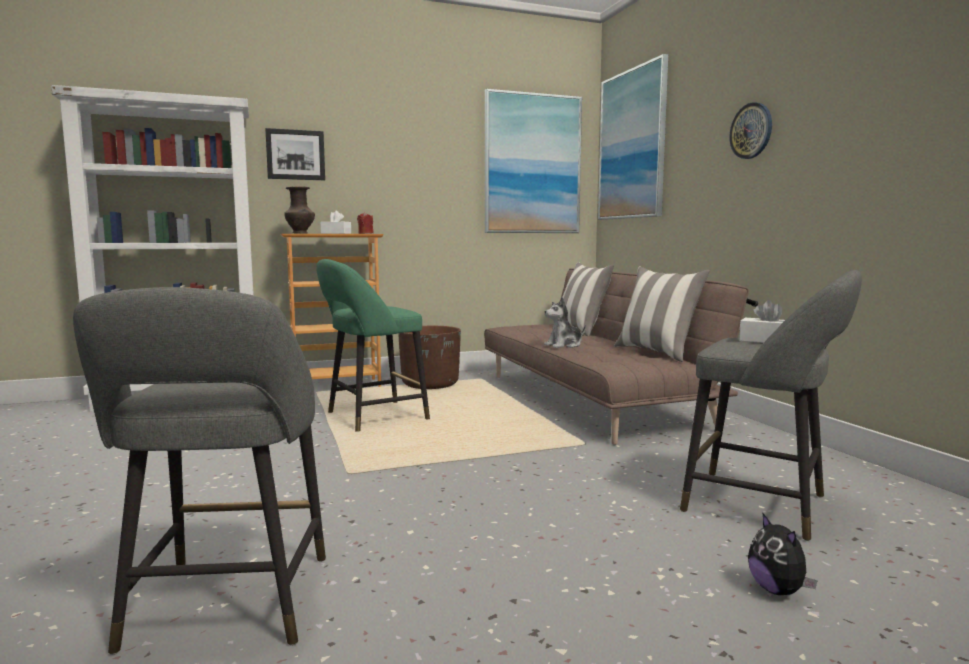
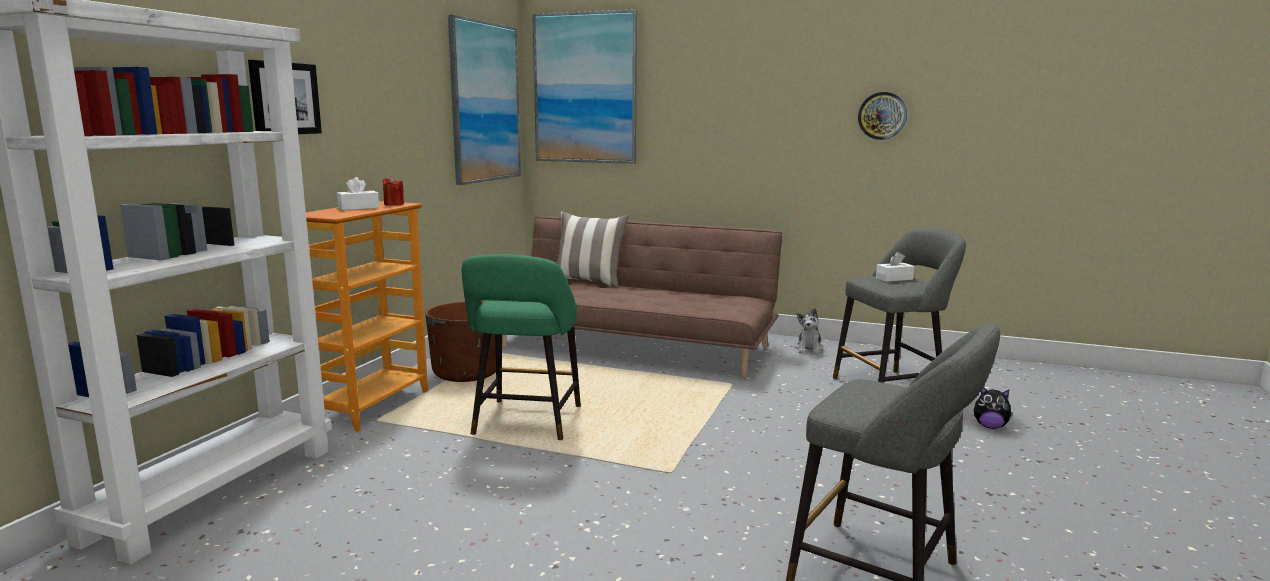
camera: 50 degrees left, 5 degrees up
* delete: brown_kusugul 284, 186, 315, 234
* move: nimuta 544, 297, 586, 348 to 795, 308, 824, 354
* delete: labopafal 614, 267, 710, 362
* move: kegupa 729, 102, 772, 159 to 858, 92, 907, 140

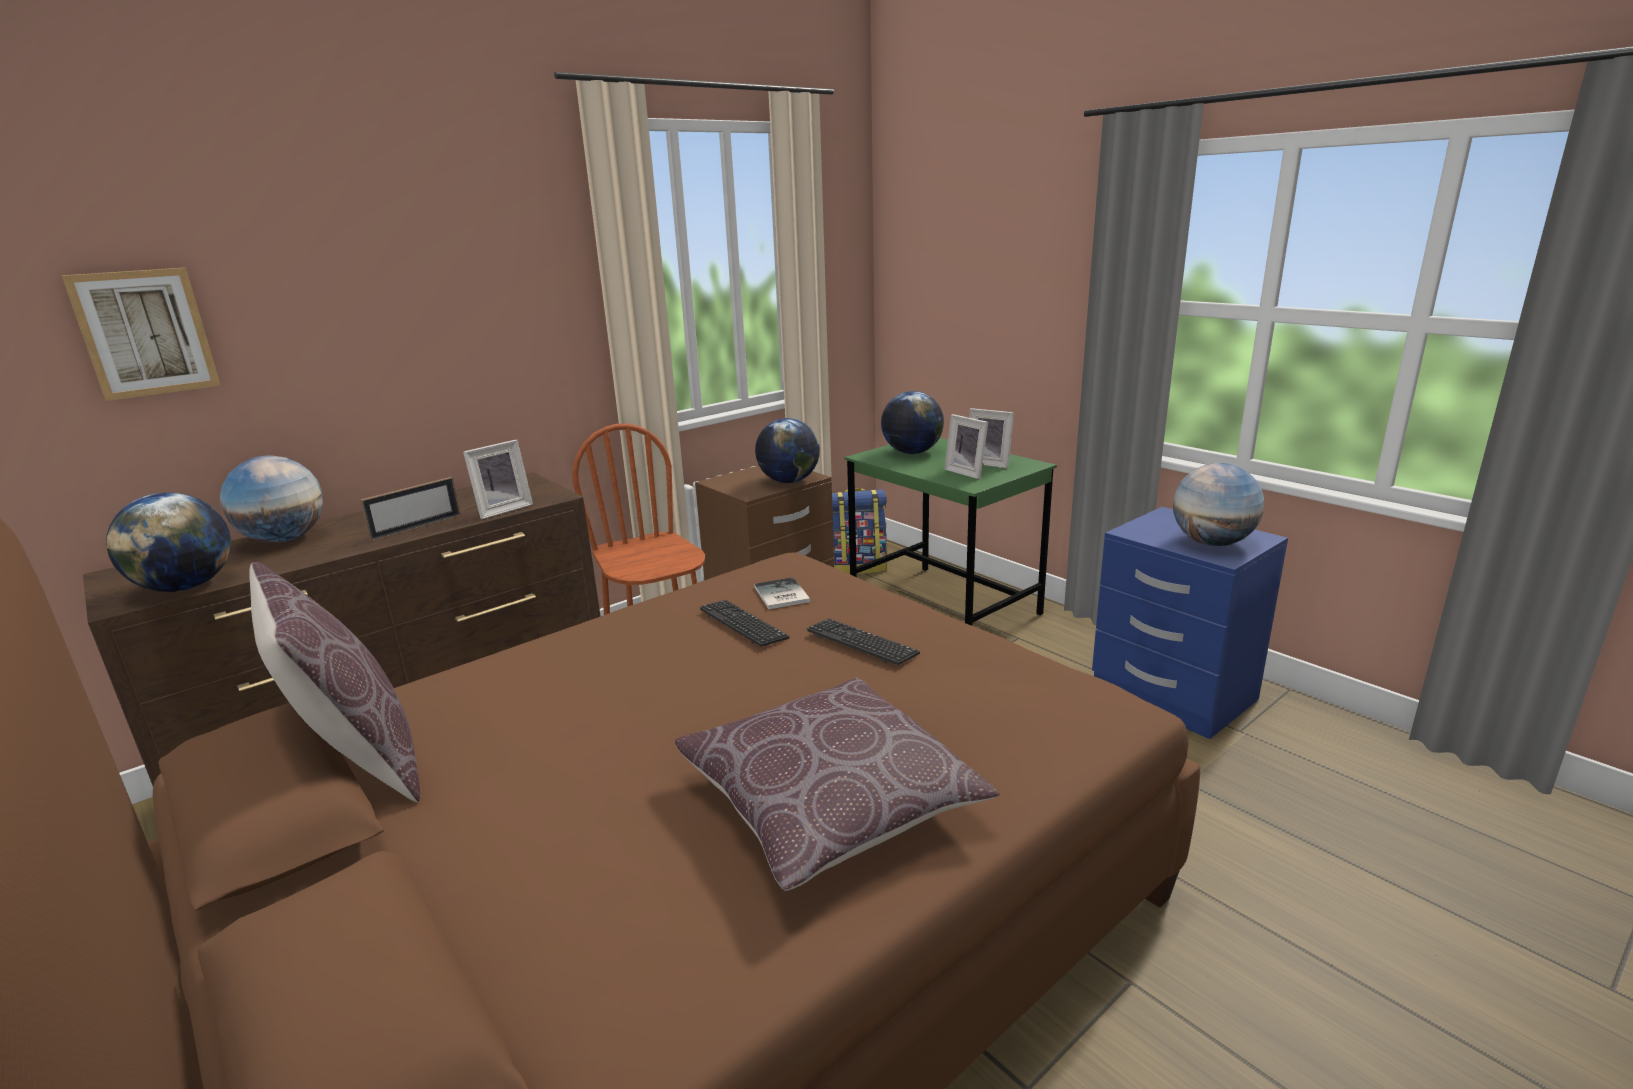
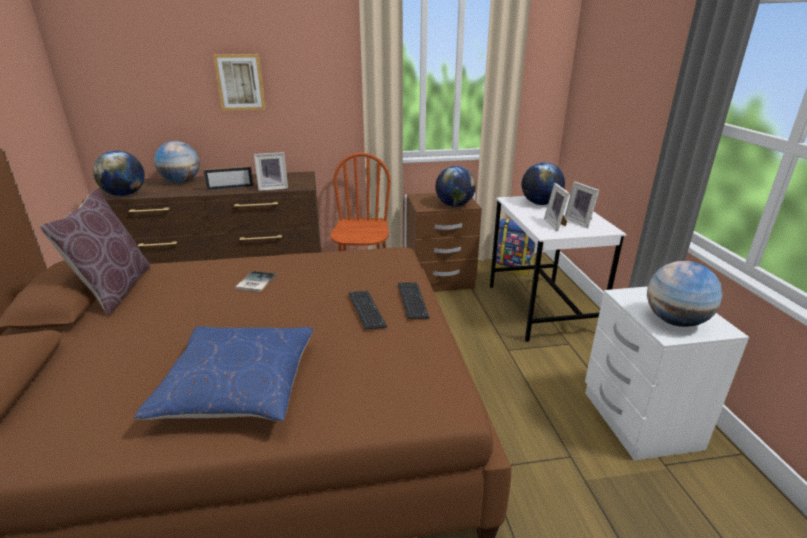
camera: 30 degrees right, 5 degrees up
* move: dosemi 62, 268, 221, 401 to 213, 54, 266, 111
* recolor: brown_labopafal 675, 678, 1000, 891 to blue_labopafal 134, 326, 313, 422
* move: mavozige 700, 600, 789, 647 to 398, 282, 430, 319
* move: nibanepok 754, 577, 810, 609 to 236, 271, 276, 292
* recolor: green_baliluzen 844, 438, 1057, 626 to white_baliluzen 490, 195, 627, 342
* recolor: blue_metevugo 1092, 507, 1288, 739 to white_metevugo 585, 286, 749, 460

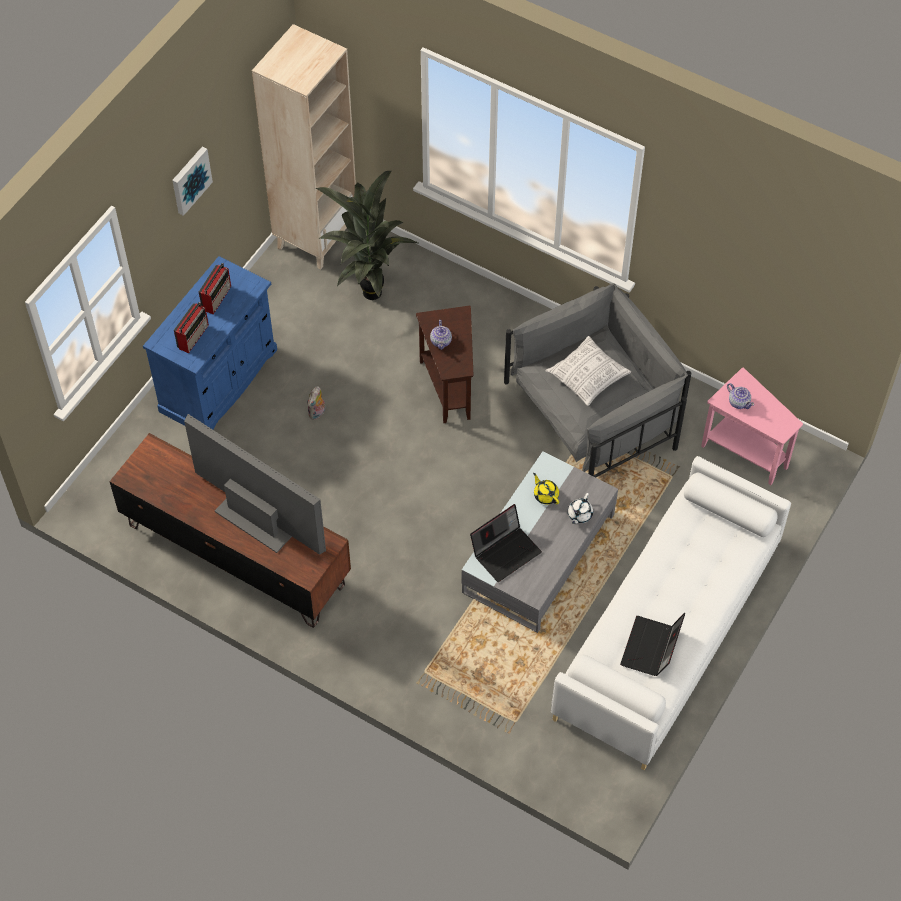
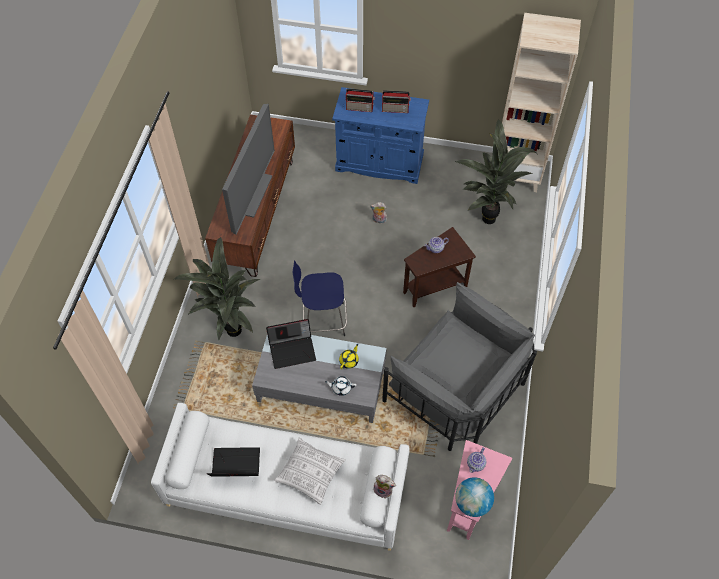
camera: 70 degrees right, 0 degrees up
* delete: dosemi 172, 147, 213, 216
* rotate: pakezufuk 470, 504, 542, 582 = 266, 319, 316, 369 45 degrees counterclockwise
* move: labopafal 545, 336, 631, 406 to 274, 437, 346, 505
* insert: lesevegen 174, 237, 260, 340
* insert: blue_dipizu 293, 260, 347, 336
* insert: nimuta 373, 475, 396, 498
* insert: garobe 455, 477, 494, 517

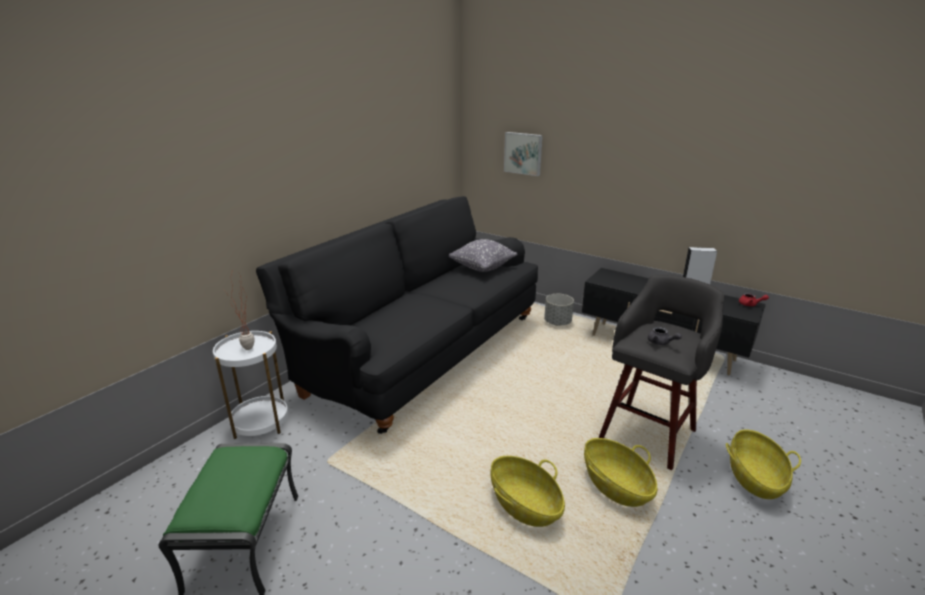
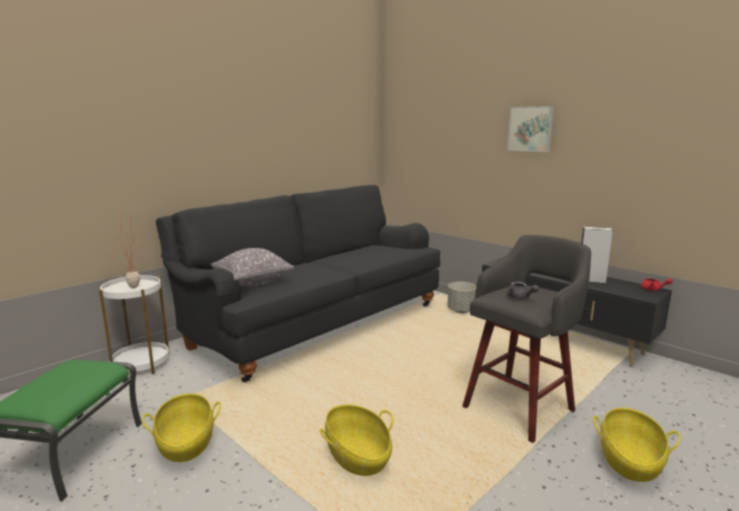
camera: 10 degrees right, 10 degrees down
* move: grey_labopafal 449, 239, 518, 272 to 211, 248, 294, 286
* move: dosemi 504, 132, 543, 176 to 507, 106, 554, 152
* move: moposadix 584, 438, 657, 507 to 142, 393, 221, 462

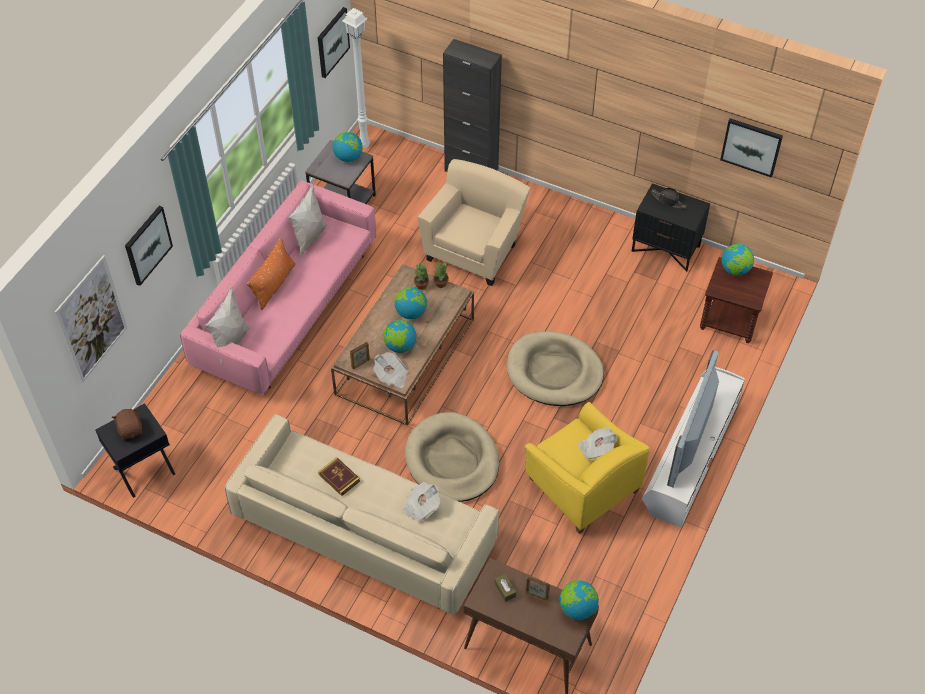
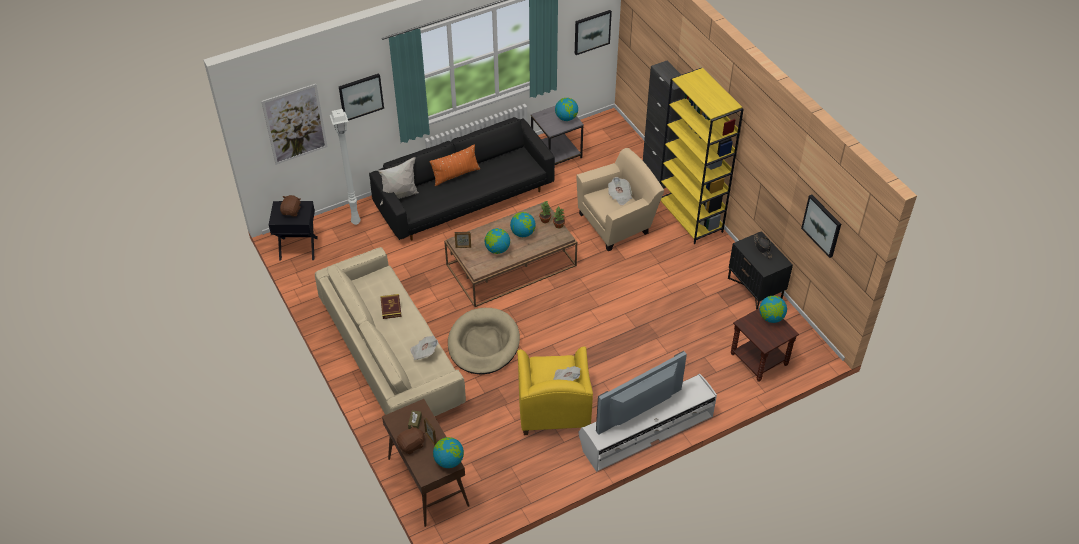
camera: 35 degrees right, 5 degrees down
* recolor: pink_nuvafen 180, 181, 376, 395 to black_nuvafen 369, 117, 555, 241
* delete: white_labopafal 287, 185, 328, 258
* move: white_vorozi 342, 8, 370, 148 to 330, 109, 361, 225
* move: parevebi 373, 352, 408, 388 to 608, 177, 632, 206
* delete: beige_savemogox 507, 331, 604, 406
* insert: brown_nimuta 397, 425, 425, 454
* insert: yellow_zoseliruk 660, 68, 744, 244

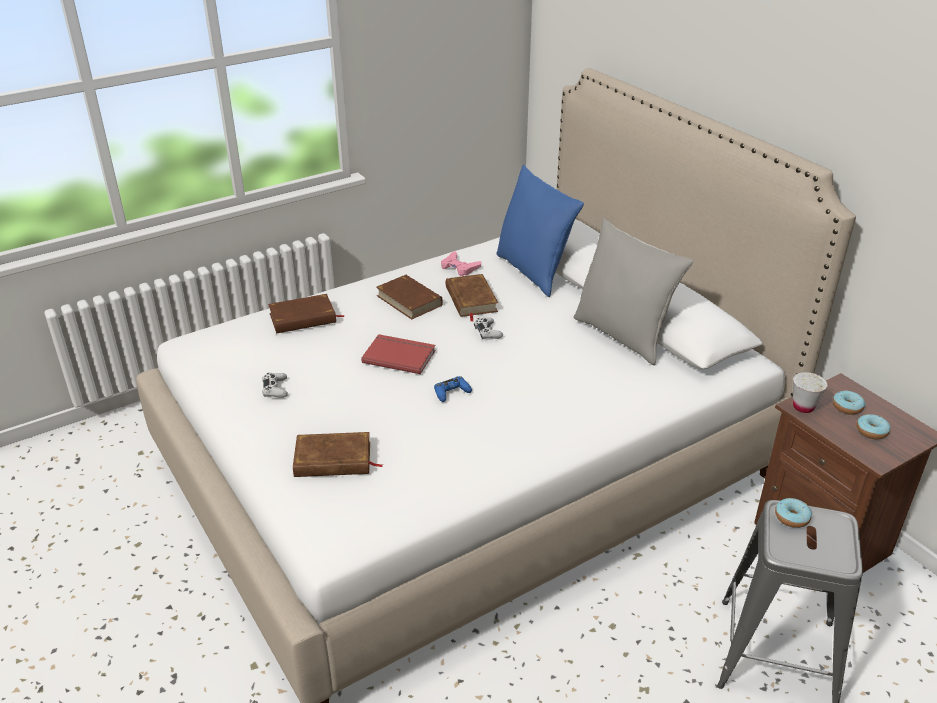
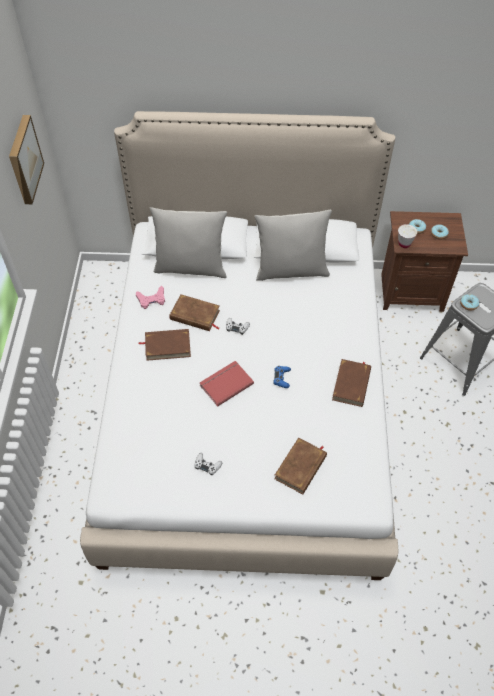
camera: 55 degrees left, 20 degrees up
* move: brown_nibanepok 268, 294, 345, 334 to 332, 359, 371, 407
* recolor: blue_labopafal 496, 164, 584, 297 to grey_labopafal 150, 207, 227, 278
* insert: dosemi 9, 115, 44, 204

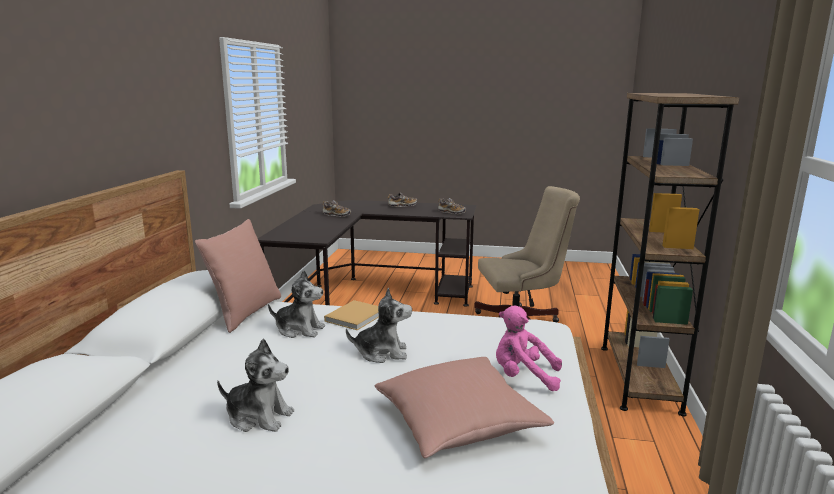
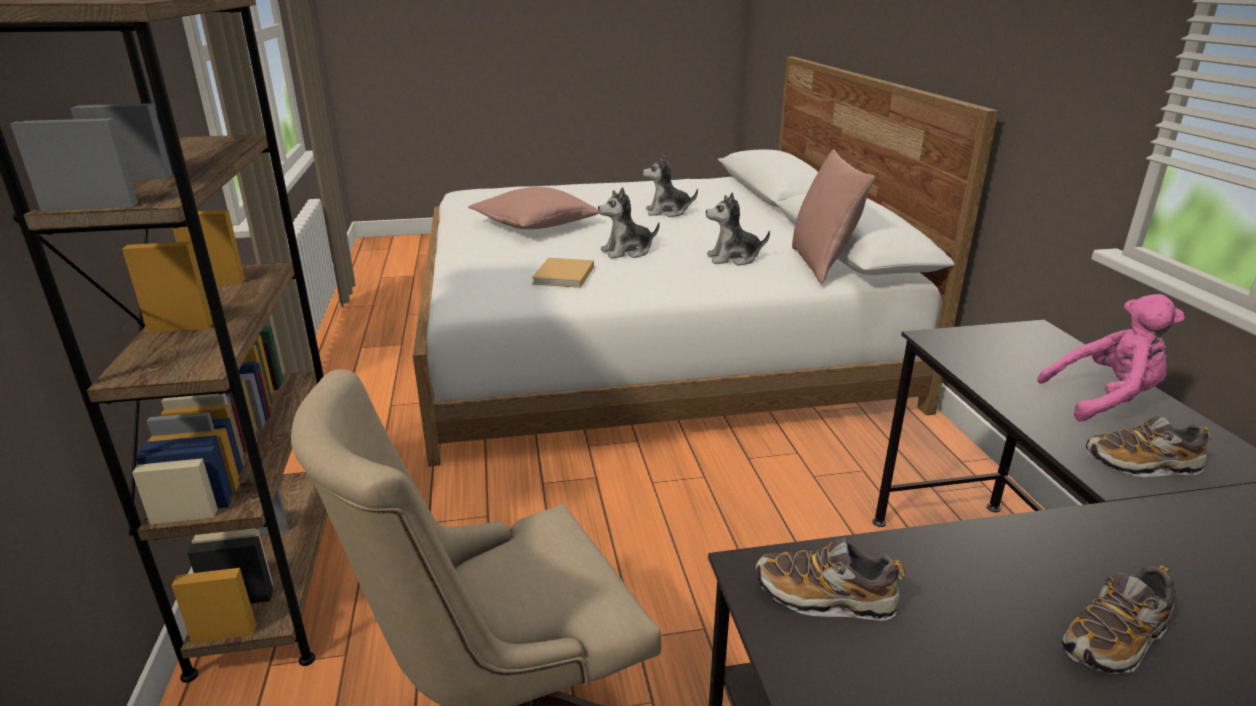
camera: 160 degrees right, 10 degrees up
* move: beige_nibanepok 324, 300, 379, 330 to 532, 258, 594, 288
* move: pink_nimuta 496, 306, 562, 391 to 1037, 294, 1185, 421

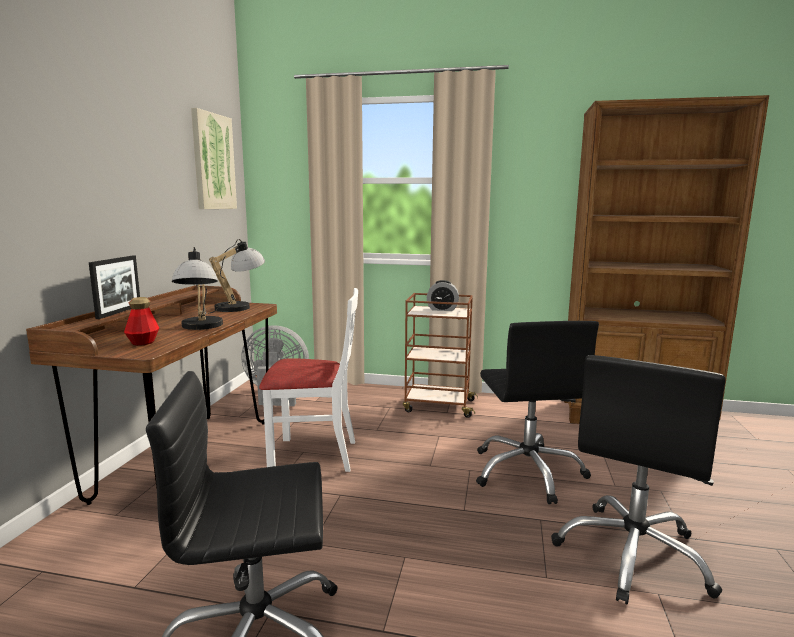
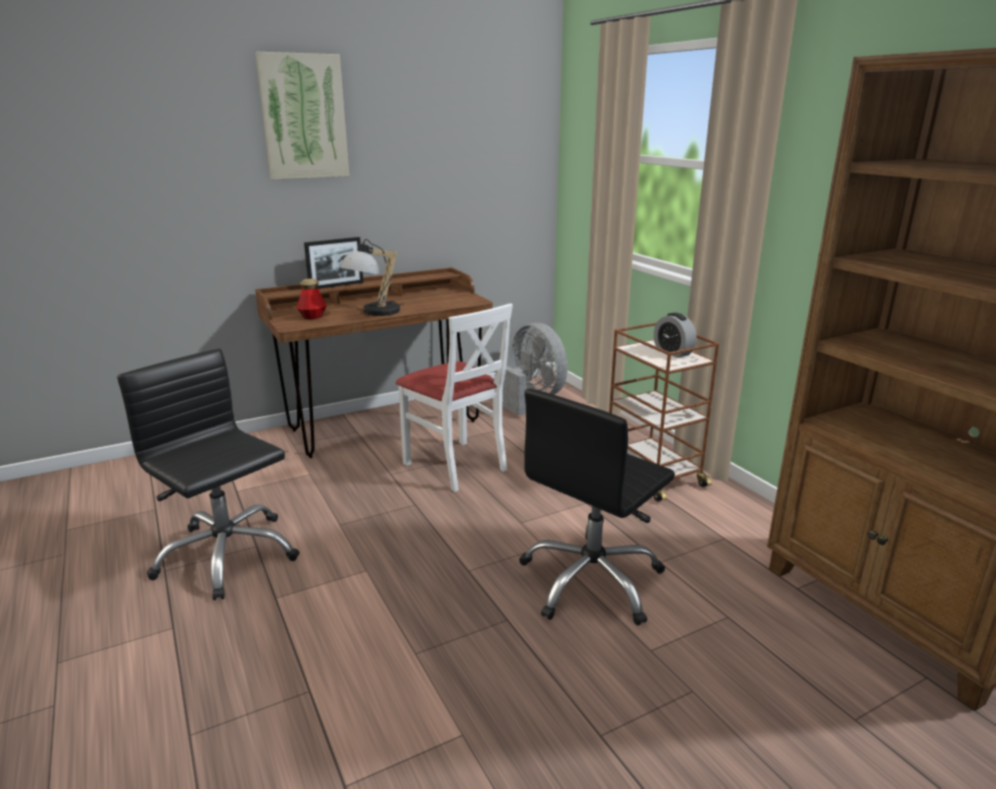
camera: 50 degrees right, 10 degrees up
* move: dosemi 191, 108, 237, 209 to 256, 52, 349, 180
* delete: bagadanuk 208, 239, 265, 314
* delete: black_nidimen 551, 355, 726, 605

